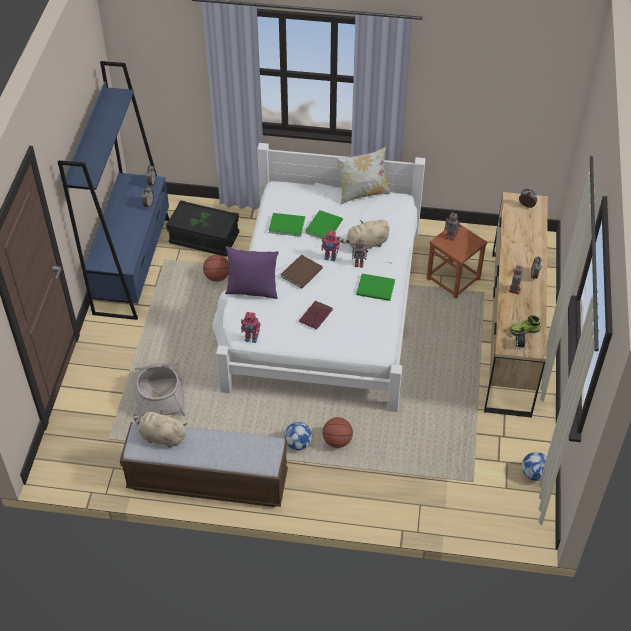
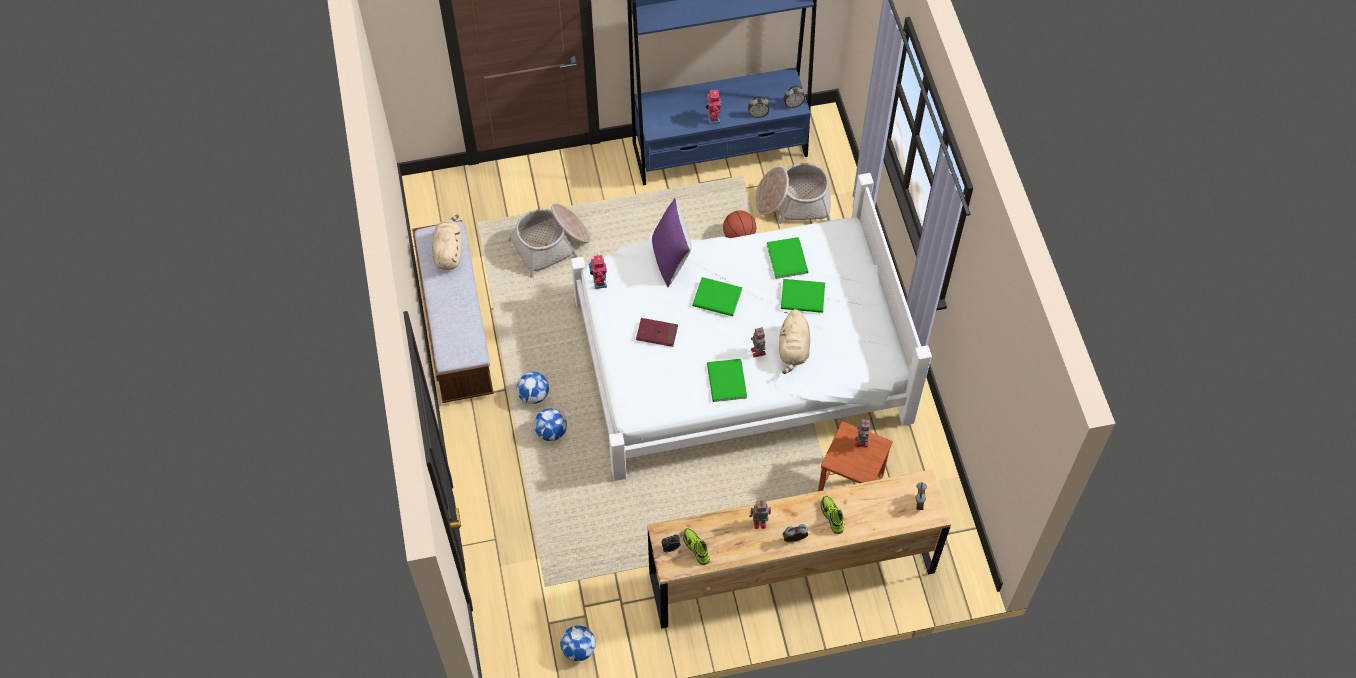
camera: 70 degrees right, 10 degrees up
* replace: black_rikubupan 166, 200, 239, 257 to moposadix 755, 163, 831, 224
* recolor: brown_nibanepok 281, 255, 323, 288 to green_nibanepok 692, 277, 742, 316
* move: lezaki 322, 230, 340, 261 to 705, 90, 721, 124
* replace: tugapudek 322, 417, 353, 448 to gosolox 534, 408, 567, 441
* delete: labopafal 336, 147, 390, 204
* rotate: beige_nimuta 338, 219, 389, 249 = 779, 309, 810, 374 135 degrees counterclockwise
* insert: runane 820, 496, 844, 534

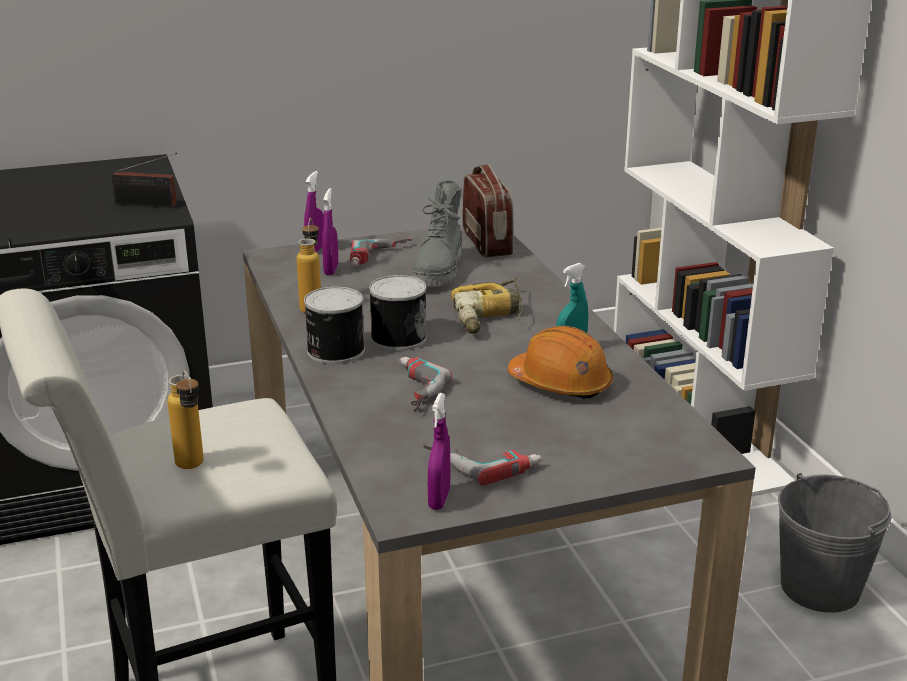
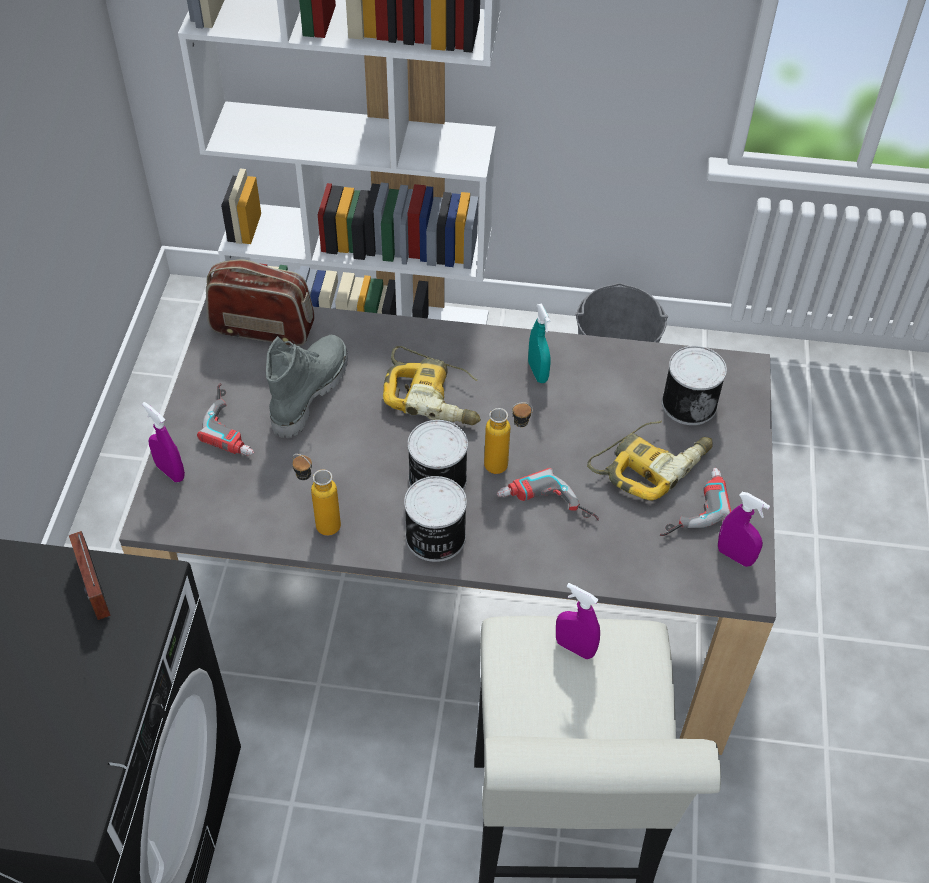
camera: 65 degrees left, 25 degrees up
* rotate: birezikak 111, 153, 177, 208 = 69, 531, 111, 620 120 degrees clockwise
* move: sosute 167, 371, 204, 469 to 484, 402, 533, 474
* move: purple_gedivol 322, 188, 338, 275 to 556, 583, 600, 659
* rotate: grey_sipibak 412, 180, 462, 286 = 266, 335, 348, 438 105 degrees counterclockwise
* delete: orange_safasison 508, 326, 613, 399
* insert: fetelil 587, 421, 713, 501
* insert: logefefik 662, 346, 727, 425

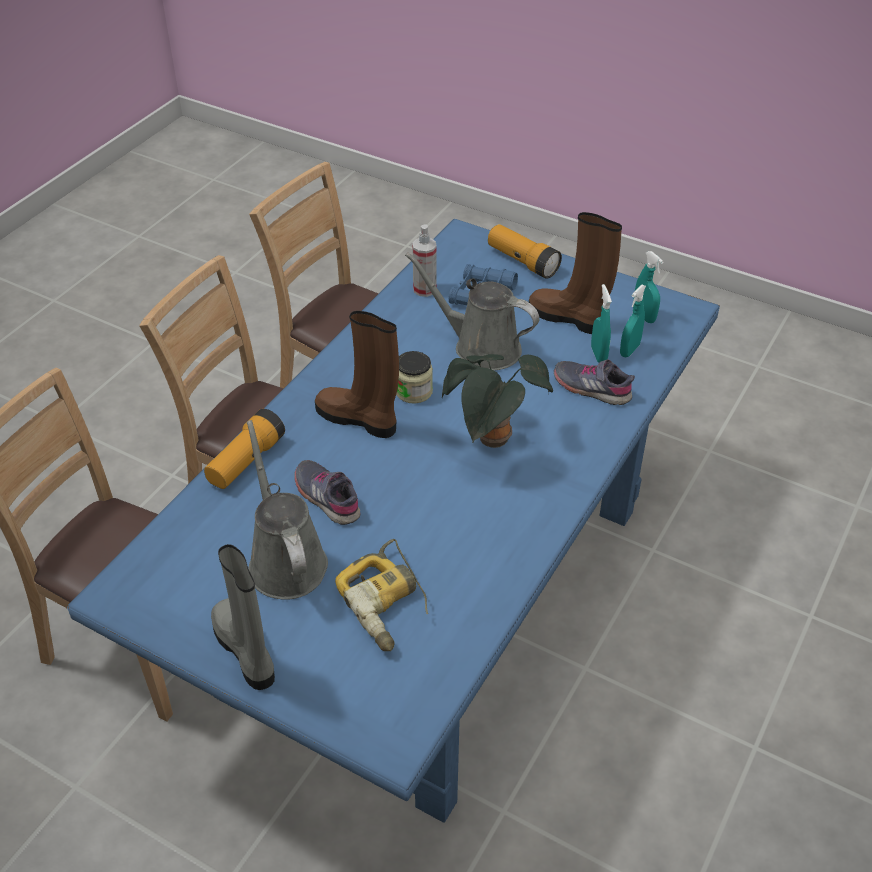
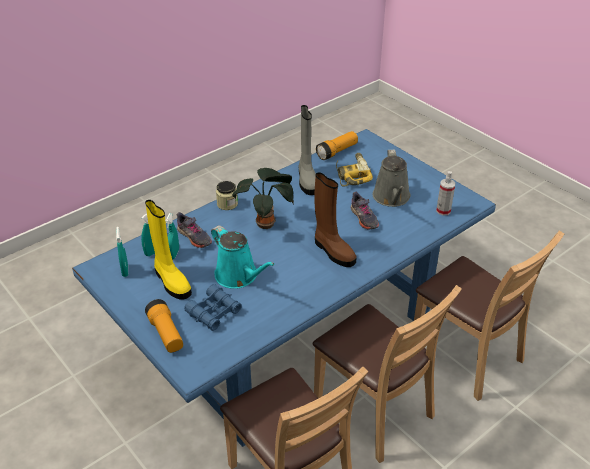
camera: 160 degrees left, 5 degrees down
* move: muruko 204, 409, 285, 489 to 316, 131, 358, 160
* move: grey_sipibak 211, 544, 275, 690 to 298, 105, 316, 195
* move: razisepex 396, 351, 433, 404 to 216, 181, 238, 210
* recolor: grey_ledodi 405, 252, 539, 371 to turquoise_ledodi 211, 225, 275, 289
* move: gedivol 412, 225, 437, 297 to 436, 171, 455, 216
* recolor: brown_sipibak 529, 212, 622, 334 to yellow_sipibak 145, 200, 192, 300

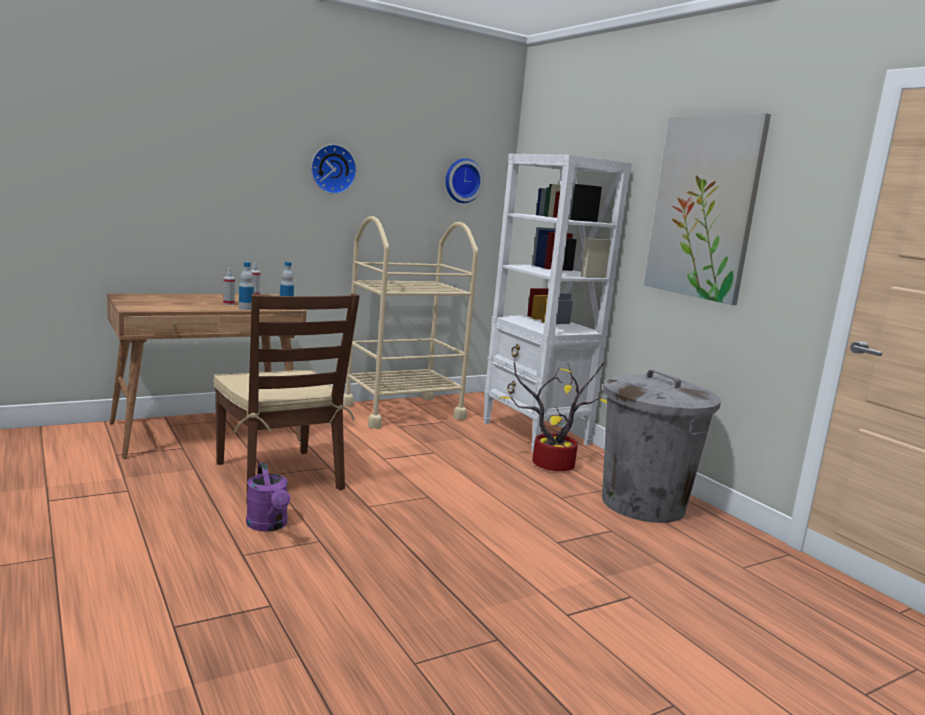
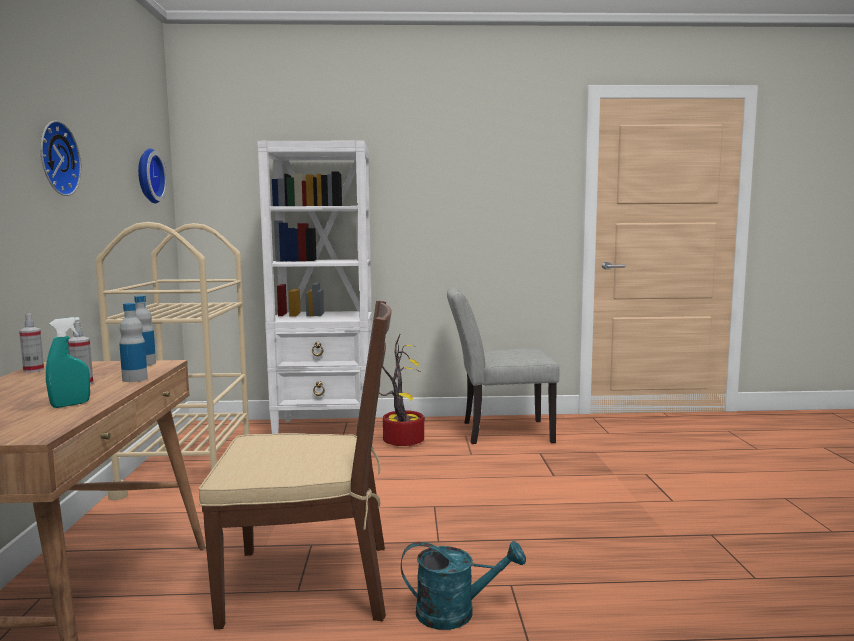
camera: 60 degrees left, 5 degrees down
* recolor: purple_ledodi 246, 462, 290, 532 to turquoise_ledodi 401, 541, 526, 630
* replace: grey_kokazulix 602, 370, 721, 523 to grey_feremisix 447, 287, 560, 444
* delete: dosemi 644, 113, 771, 305
* insert: turquoise_gedivol 46, 317, 90, 408

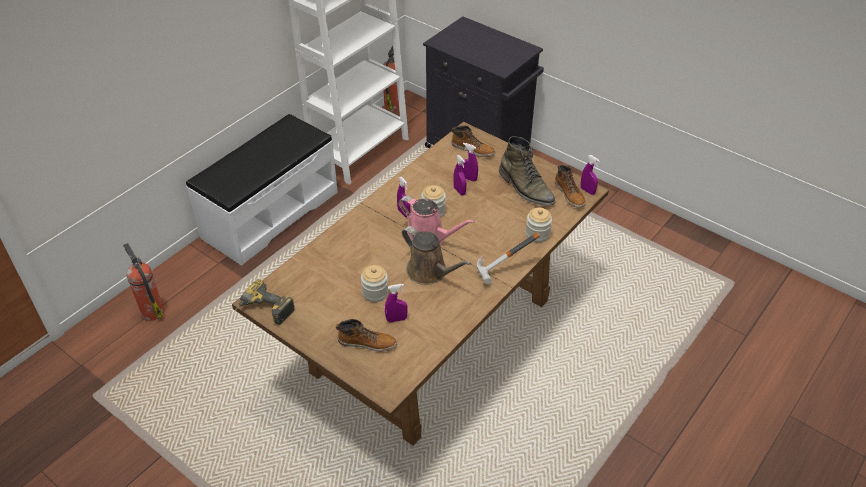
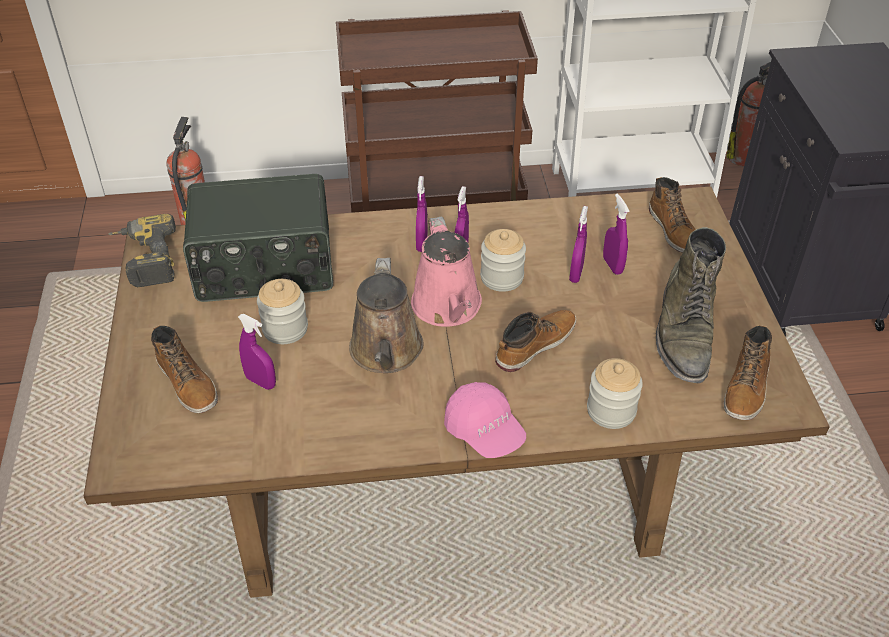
camera: 45 degrees right, 0 degrees up
* replace: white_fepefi 186, 114, 338, 266 to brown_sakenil 336, 10, 538, 213
* replace: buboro 477, 232, 540, 284 to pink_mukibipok 444, 382, 526, 458
* move: purple_gedivol 581, 155, 600, 195 to 416, 176, 428, 252
* insert: birezikak 183, 174, 333, 302
* insert: sipibak 495, 310, 576, 372

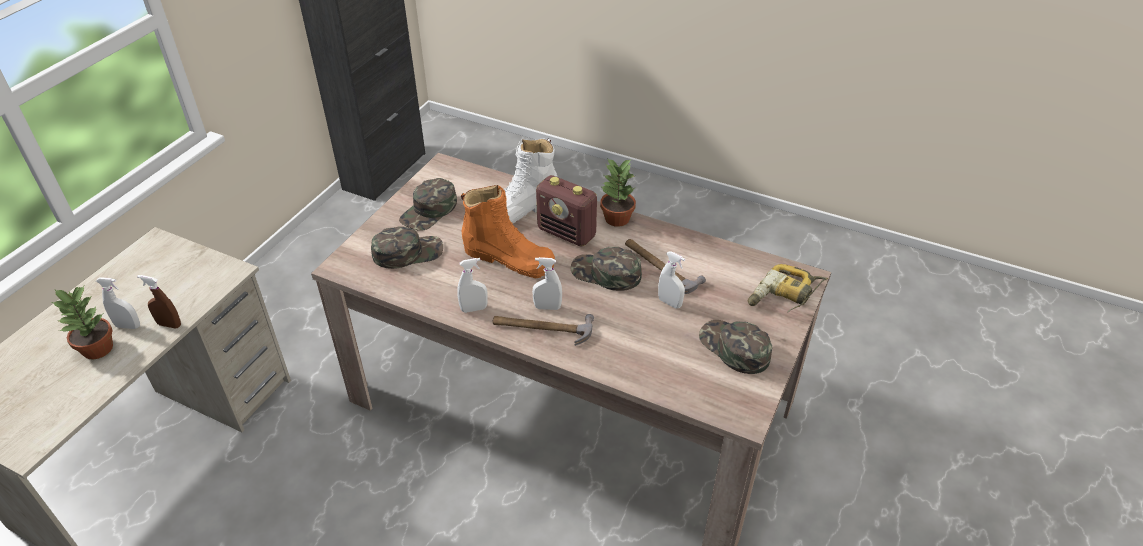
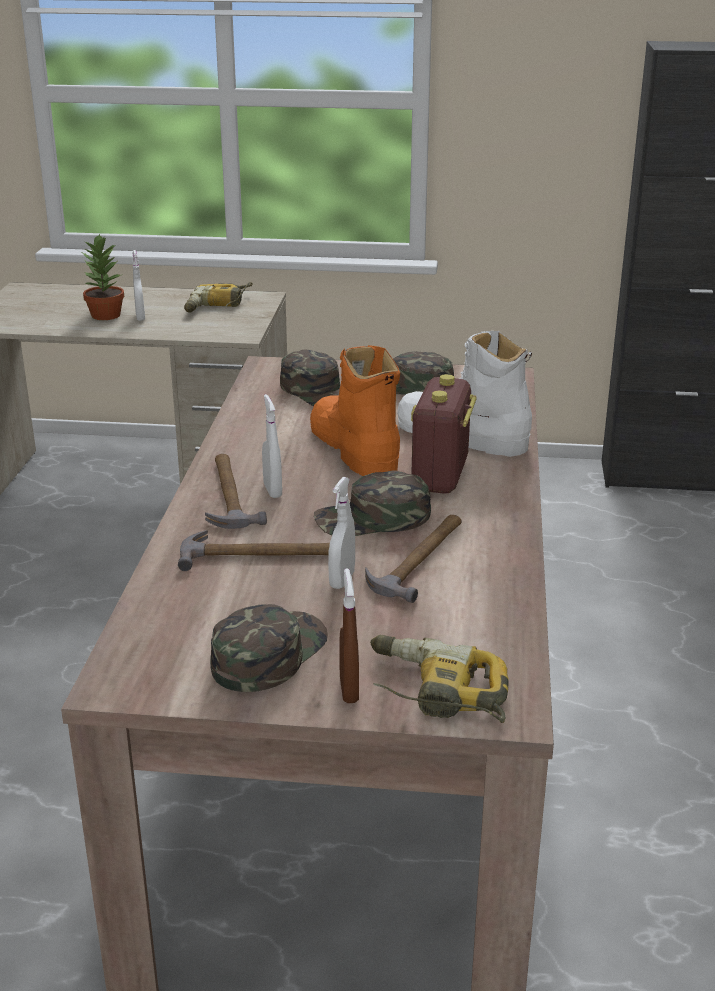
camera: 70 degrees right, 15 degrees down
* move: brown_gedivol 137, 275, 181, 329 to 339, 568, 359, 703
* delete: white_gedivol 457, 258, 488, 313
* rotate: orange_sipibak 461, 185, 555, 278 = 310, 345, 400, 476 150 degrees clockwise
* rotate: green_mukibipok 571, 247, 642, 291 = 314, 470, 431, 536 105 degrees counterclockwise
* delete: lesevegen 600, 158, 636, 227
* insert: buboro 178, 530, 330, 571
* insert: fetelil 184, 282, 253, 313

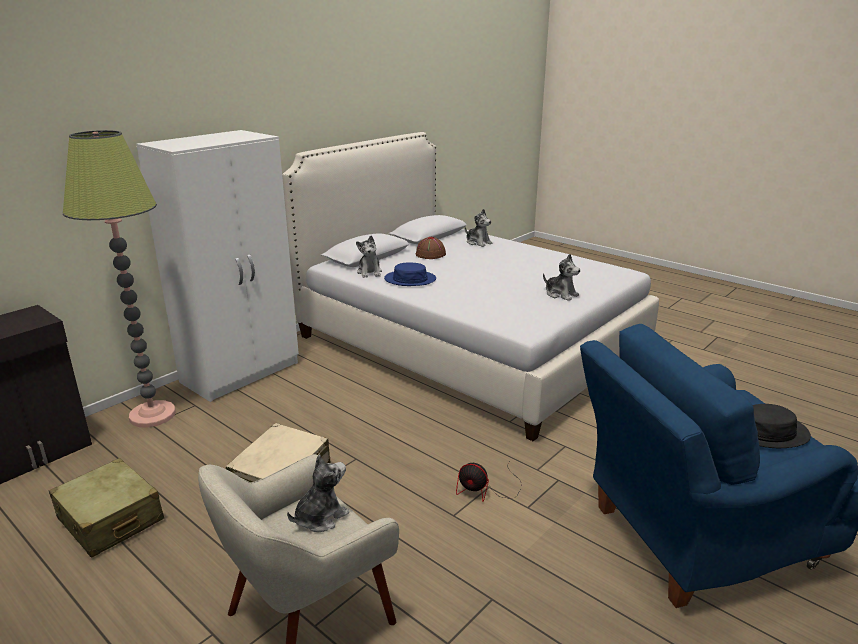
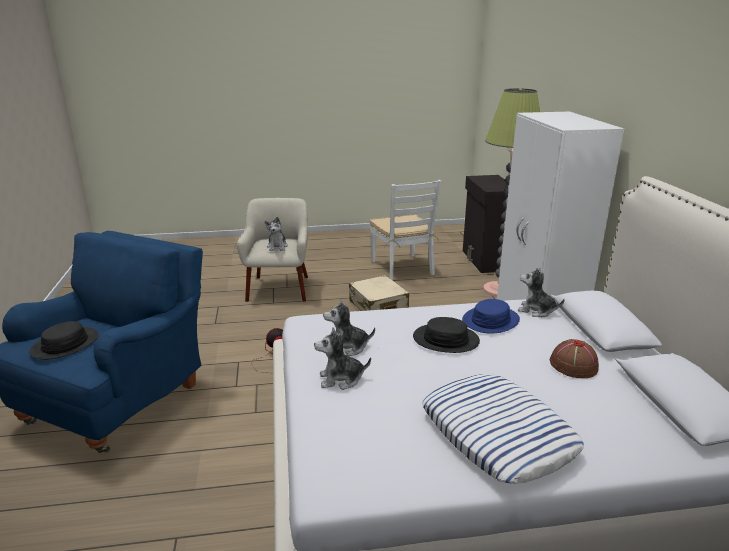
camera: 130 degrees right, 0 degrees up
* replace: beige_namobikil 49, 458, 164, 558 to white_feremisix 370, 180, 442, 280
* move: nimuta 465, 209, 493, 247 to 323, 299, 375, 356
* insert: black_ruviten 413, 317, 480, 353
* insert: labopafal 422, 374, 584, 484

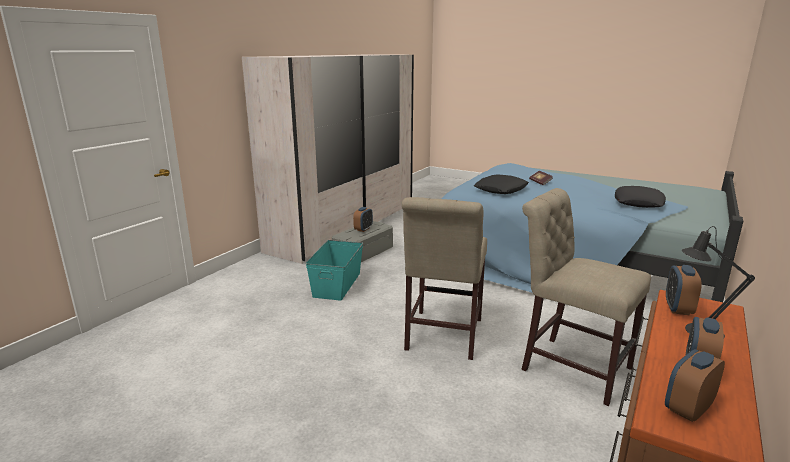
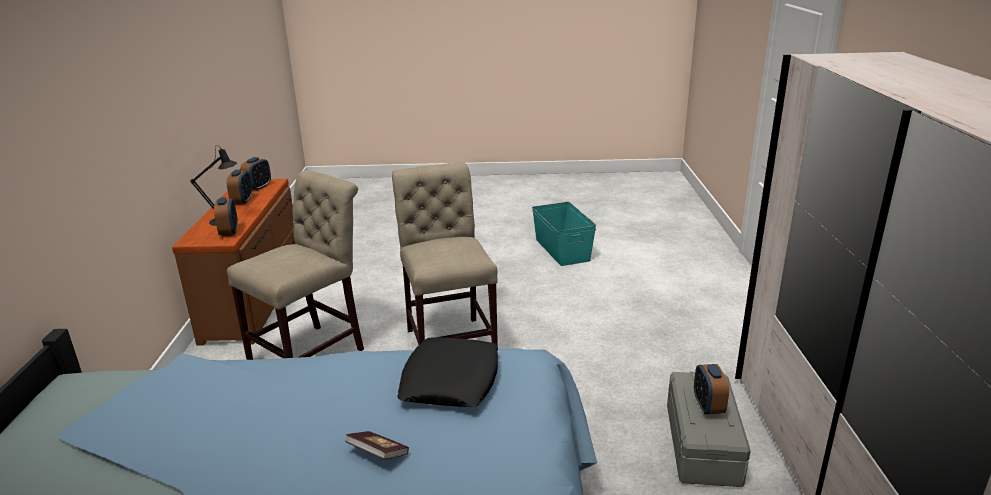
camera: 150 degrees right, 5 degrees up
* move: turquoise_rikubupan 306, 240, 363, 301 to 532, 202, 596, 266
* rotate: beige_feremisix 521, 188, 651, 406 = 227, 170, 364, 360 60 degrees counterclockwise
* delete: black_labopafal 615, 186, 666, 208

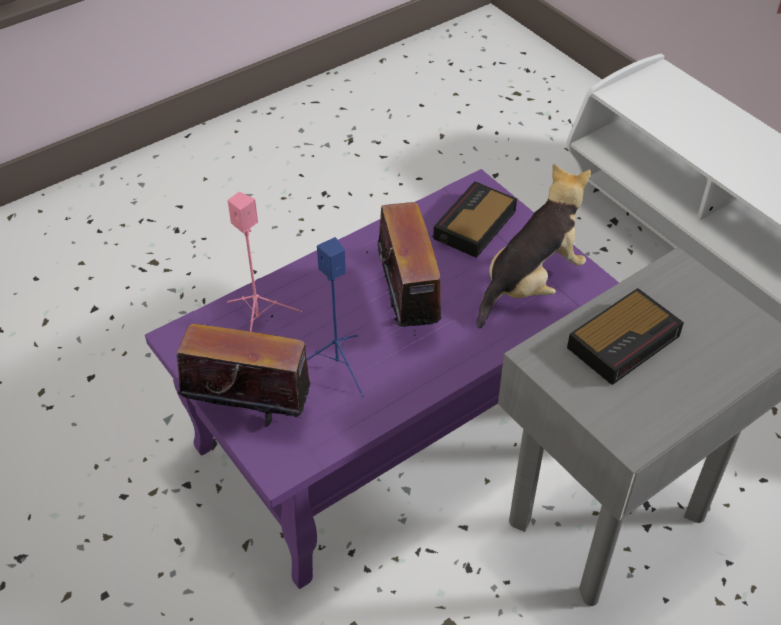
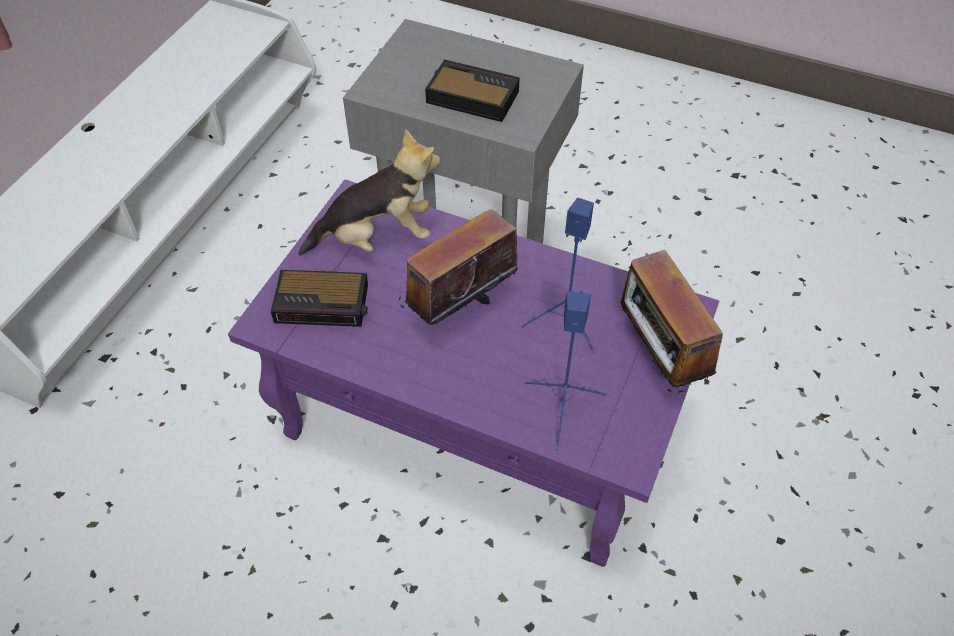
camera: 120 degrees left, 5 degrees up
* recolor: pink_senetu 227, 192, 302, 332 to blue_senetu 524, 291, 607, 451
* rotate: nimuta 477, 163, 591, 328 = 298, 129, 440, 256 150 degrees clockwise

